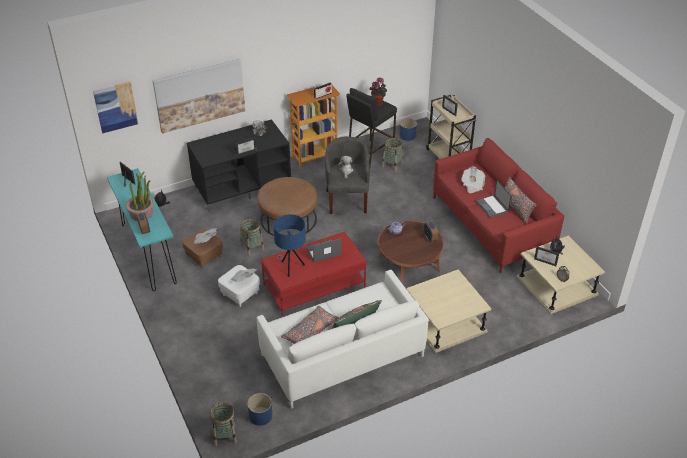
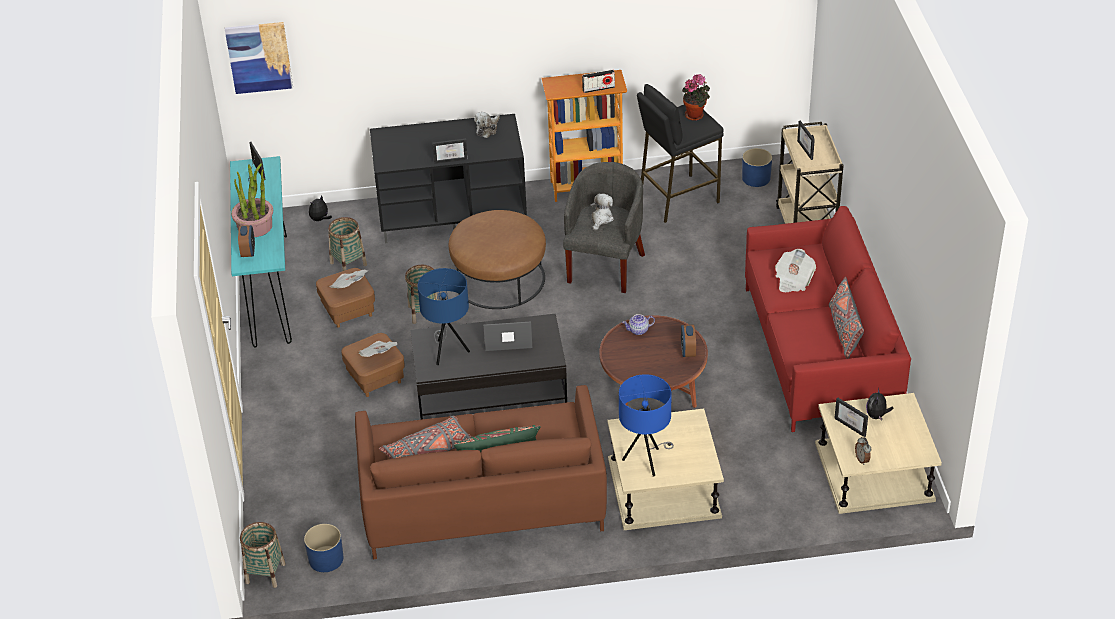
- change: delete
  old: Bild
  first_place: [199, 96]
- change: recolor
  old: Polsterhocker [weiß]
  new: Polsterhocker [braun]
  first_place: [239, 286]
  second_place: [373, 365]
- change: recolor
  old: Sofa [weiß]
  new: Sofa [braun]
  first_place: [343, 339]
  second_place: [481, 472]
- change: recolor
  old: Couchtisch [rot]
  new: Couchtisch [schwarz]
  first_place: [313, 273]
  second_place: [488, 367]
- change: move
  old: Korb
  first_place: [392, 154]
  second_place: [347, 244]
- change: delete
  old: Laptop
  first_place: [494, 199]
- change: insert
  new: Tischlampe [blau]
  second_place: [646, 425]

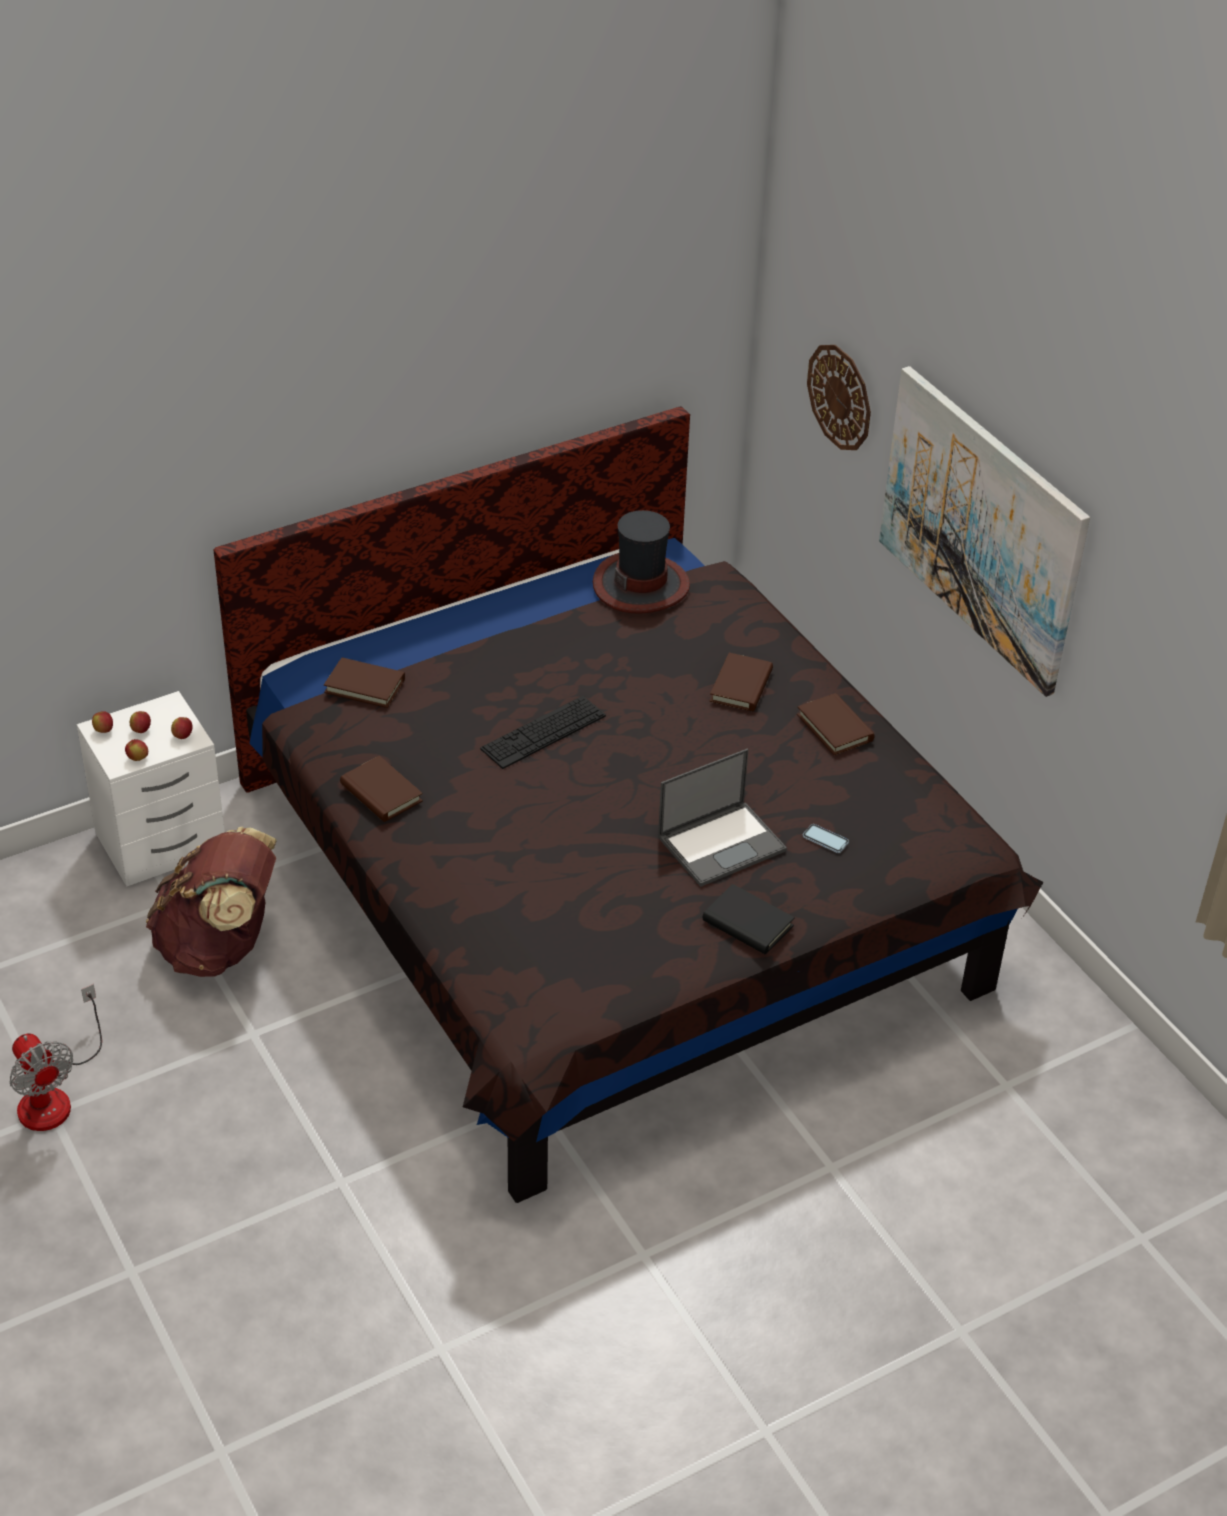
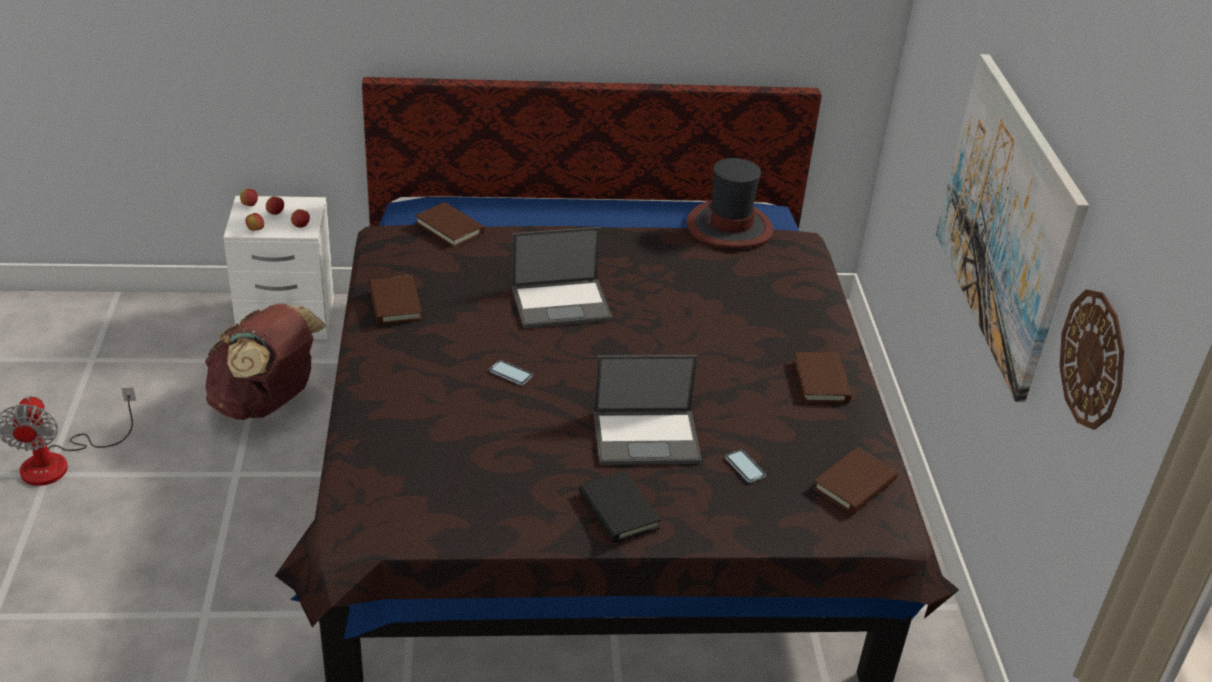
- change: replace
  old: Tastatur
  new: Laptop
  first_place: [543, 732]
  second_place: [562, 278]
- change: move
  old: Buch [braun]
  first_place: [741, 682]
  second_place: [855, 480]
- change: move
  old: Wanduhr
  first_place: [839, 397]
  second_place: [1092, 359]
- change: insert
  new: Handy
  second_place: [510, 372]

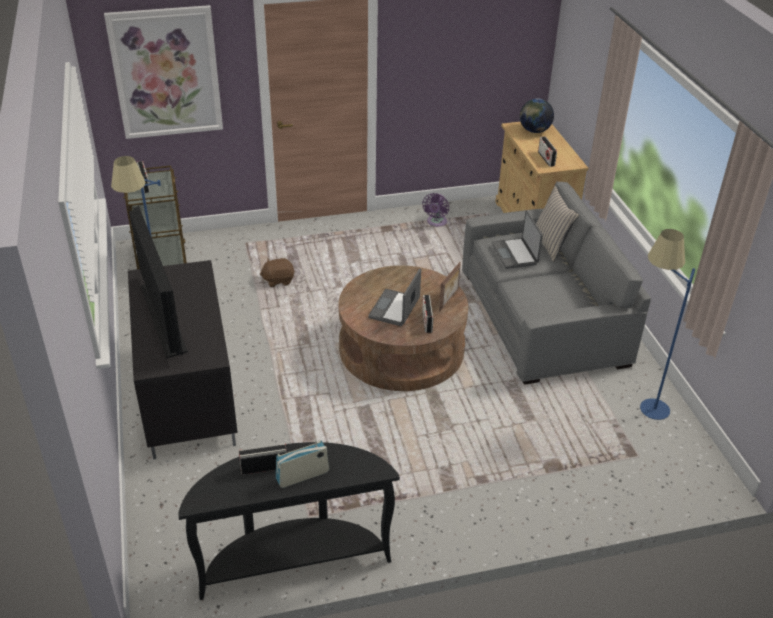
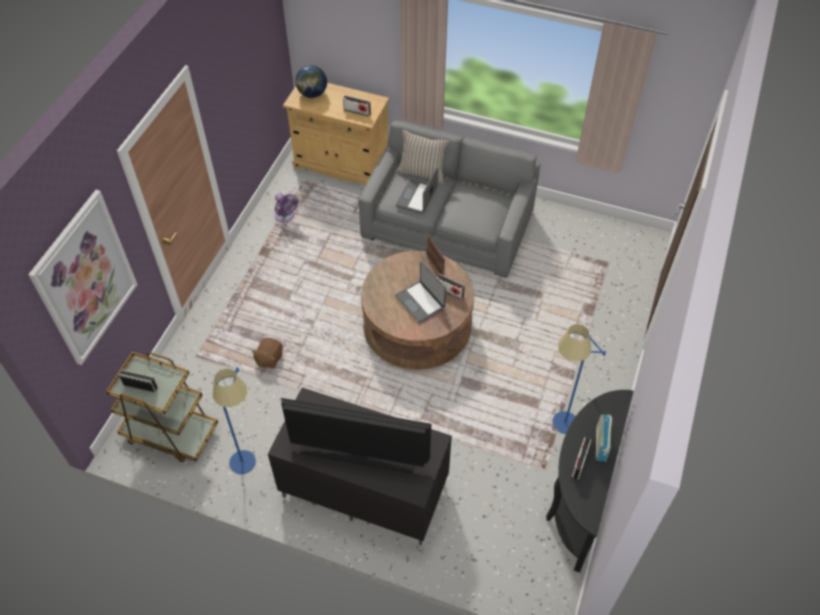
- change: rotate
  old: Laptop
  first_place: [517, 240]
  second_place: [417, 190]
  degrees: 90
- change: move
  old: Stehlampe [blau]
  first_place: [667, 324]
  second_place: [579, 379]

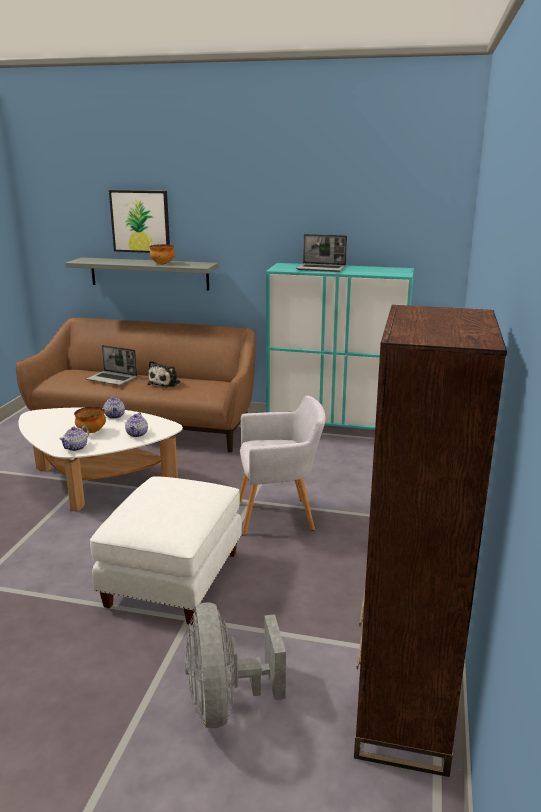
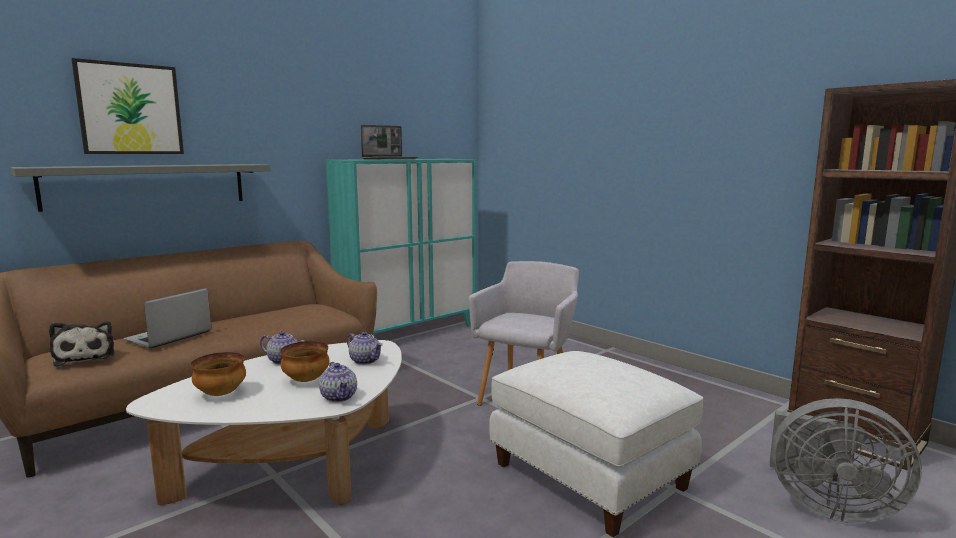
- change: rotate
  old: Laptop
  first_place: [111, 365]
  second_place: [167, 318]
  degrees: 150
- change: move
  old: Plüschtier
  first_place: [164, 374]
  second_place: [82, 344]
- change: move
  old: Schüssel
  first_place: [162, 254]
  second_place: [218, 374]

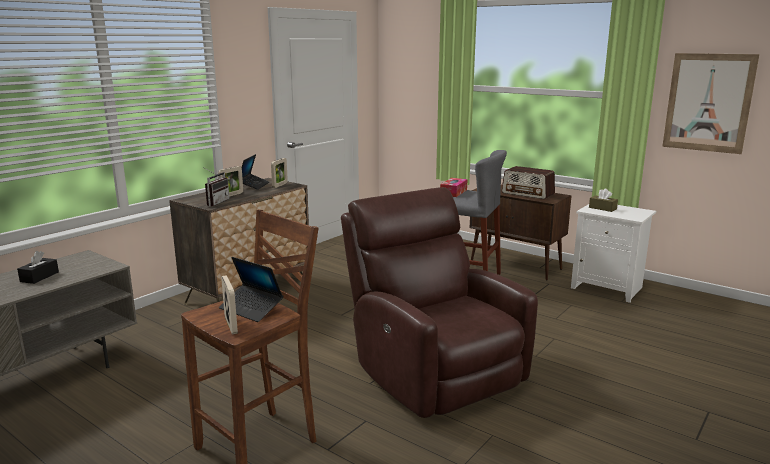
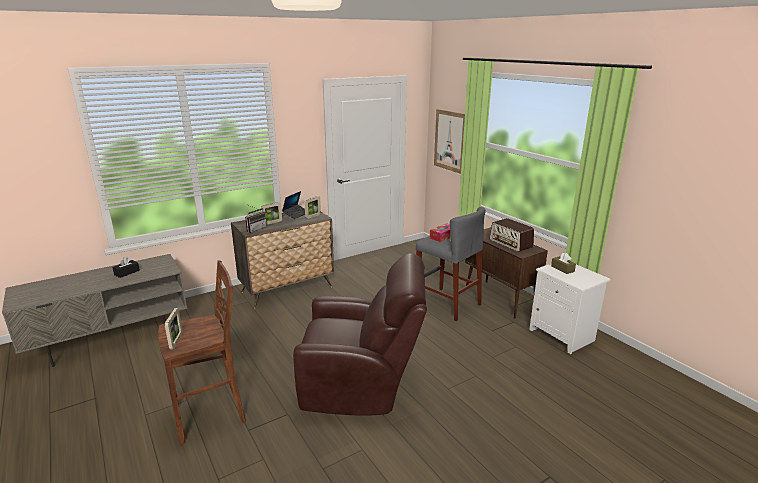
- change: delete
  old: Laptop
  first_place: [251, 289]
- change: rotate
  old: Sessel [braun]
  first_place: [439, 302]
  second_place: [360, 334]
  degrees: 105
- change: move
  old: Bild
  first_place: [710, 103]
  second_place: [449, 141]

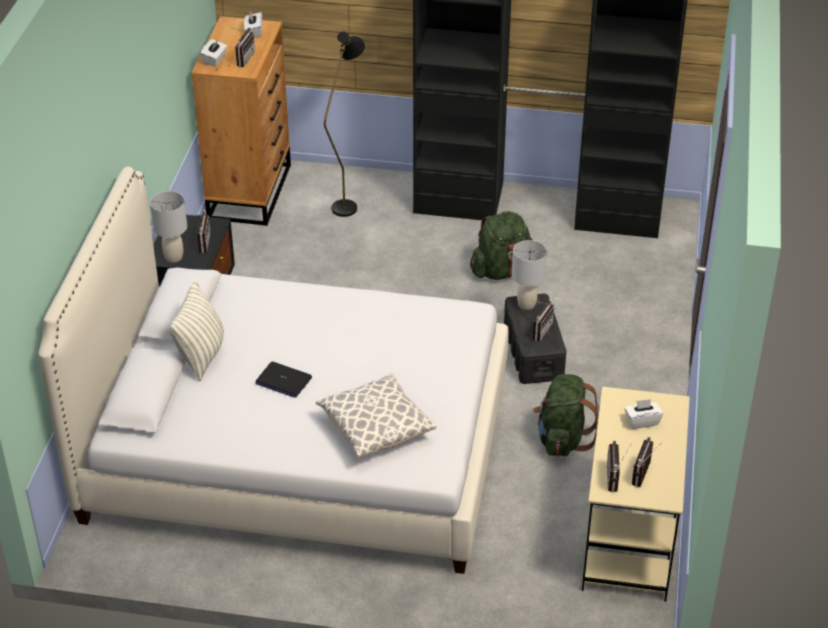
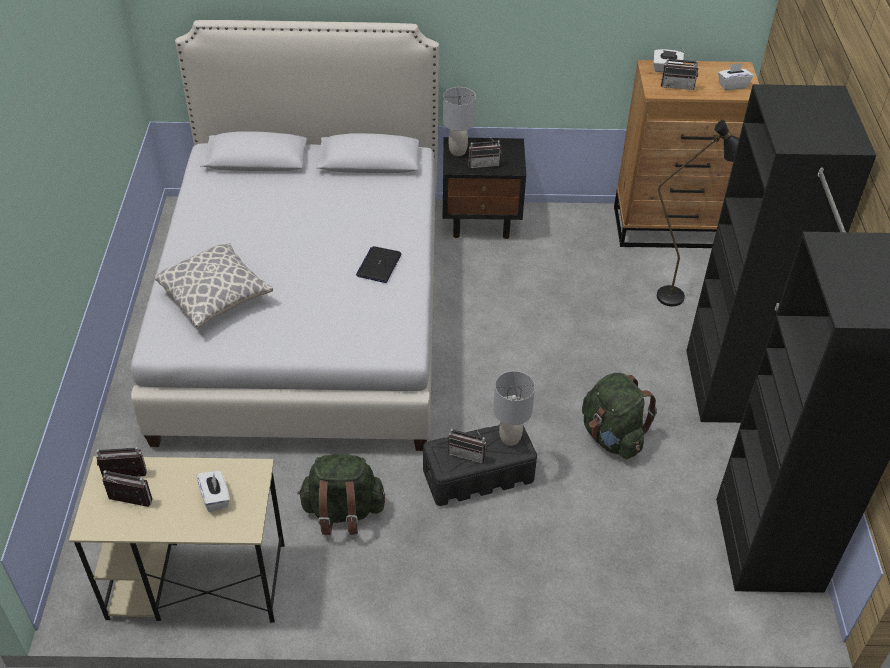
- change: delete
  old: Kissen
  first_place: [197, 331]
- change: move
  old: Laptop
  first_place: [284, 380]
  second_place: [379, 264]

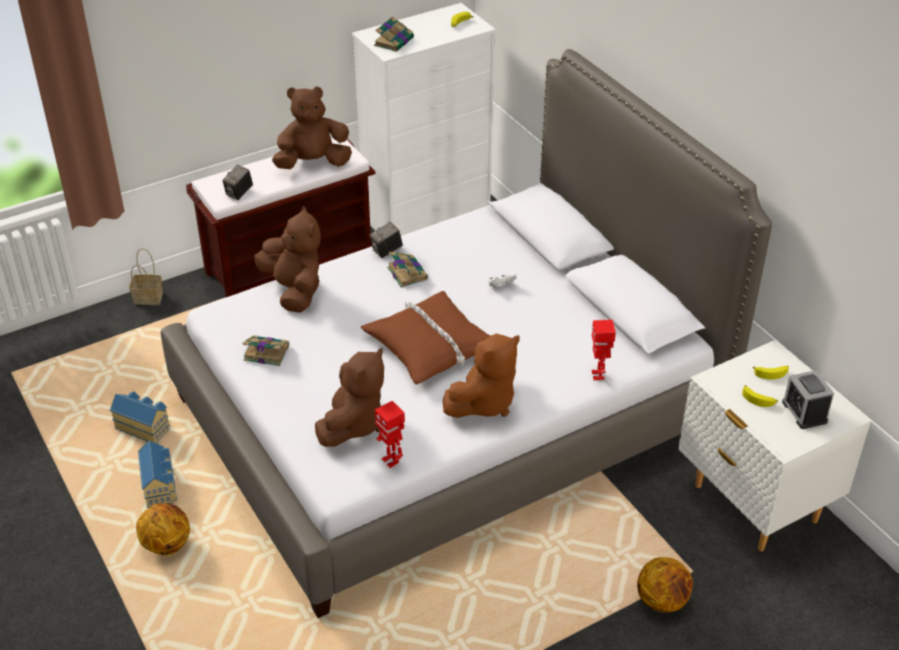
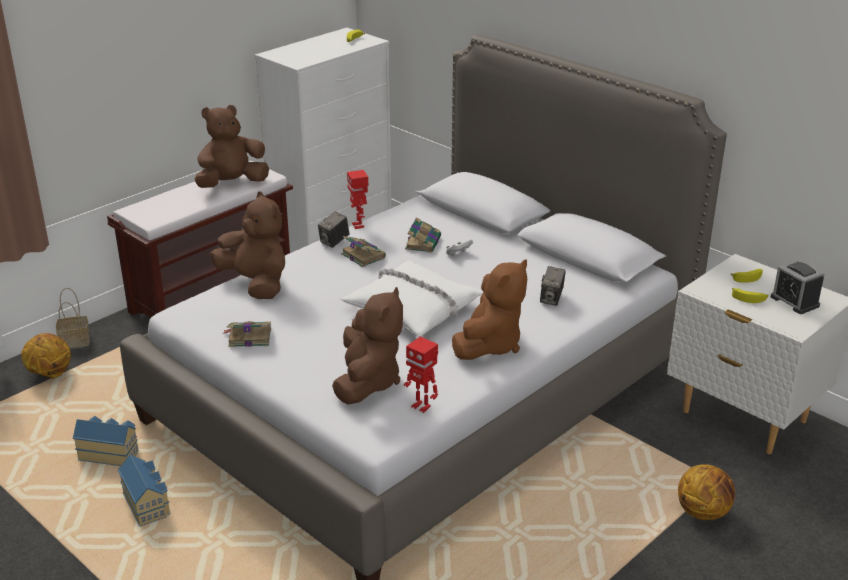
- change: move
  old: Basketball
  first_place: [163, 530]
  second_place: [46, 356]
- change: move
  old: Kamera
  first_place: [237, 182]
  second_place: [553, 286]
- change: recolor
  old: Kissen [braun]
  new: Kissen [weiß]
  first_place: [425, 338]
  second_place: [412, 298]
- change: move
  old: Buch
  first_place: [394, 34]
  second_place: [423, 235]
- change: move
  old: Spielzeugroboter
  first_place: [604, 350]
  second_place: [357, 199]

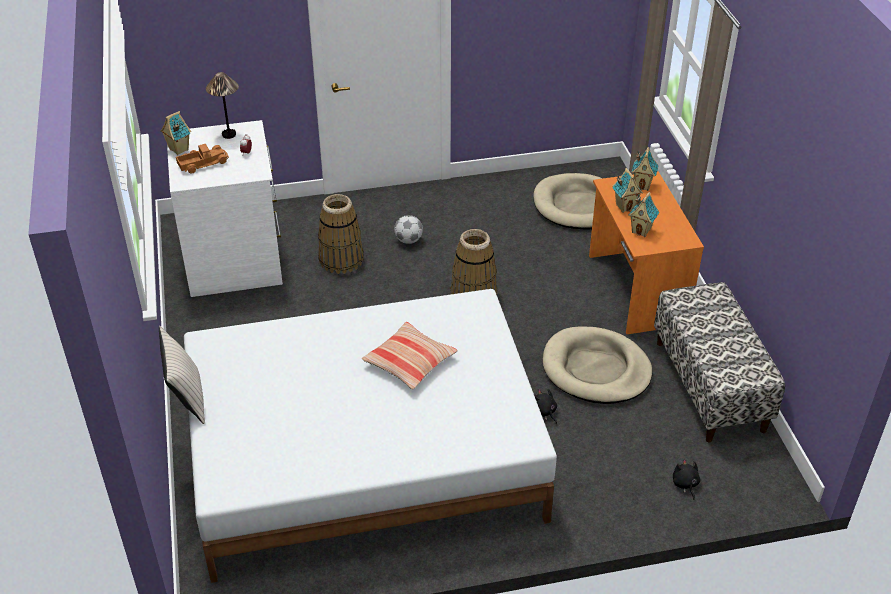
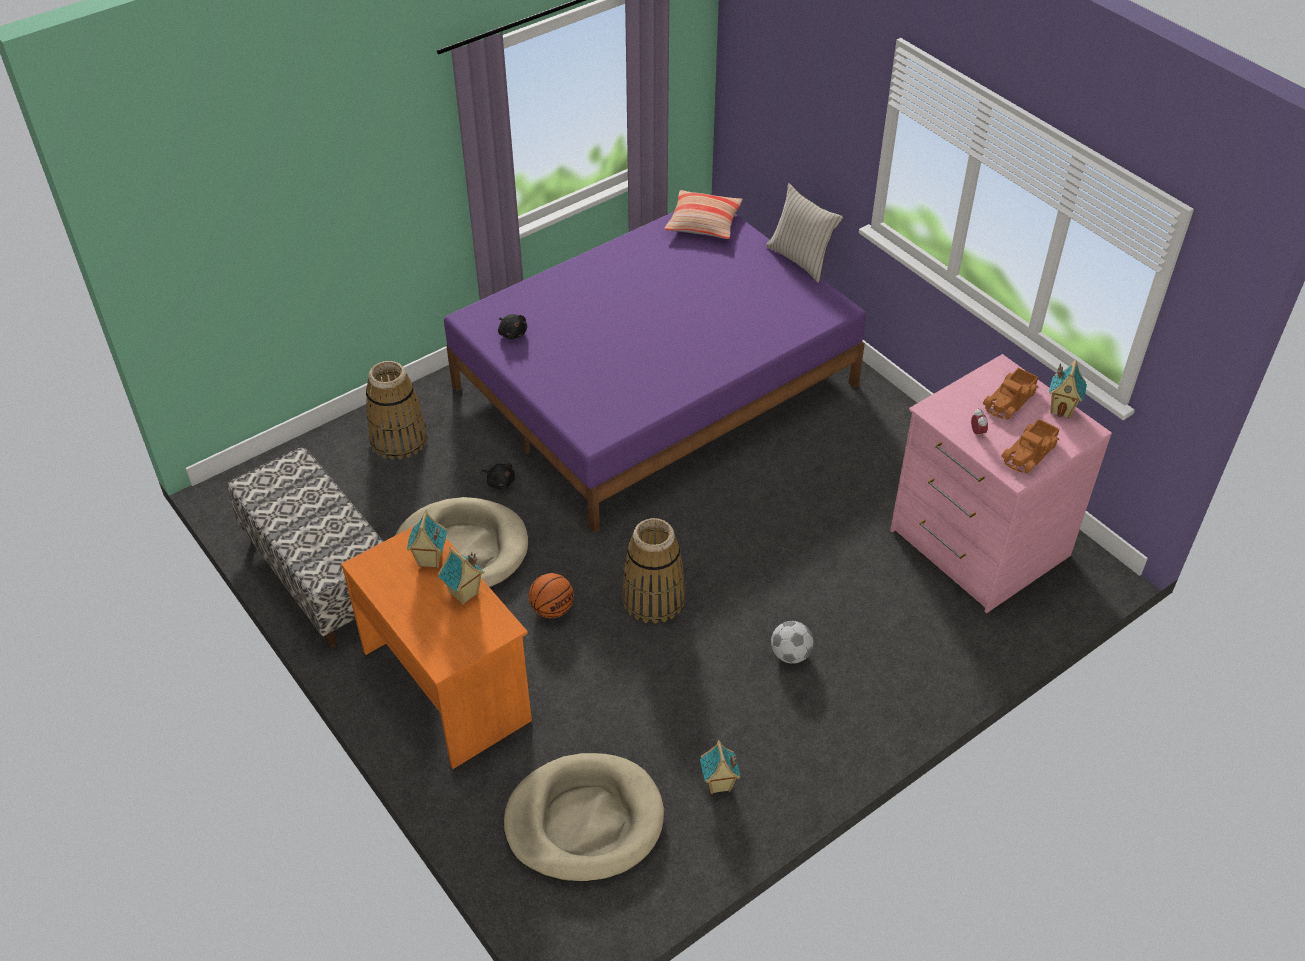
- change: recolor
  old: Kommode [weiß]
  new: Kommode [rosa]
  first_place: [225, 208]
  second_place: [1001, 483]
- change: recolor
  old: Bett [weiß]
  new: Bett [lila]
  first_place: [370, 436]
  second_place: [655, 372]
- change: replace
  old: Tischlampe
  new: Spielzeuglaster
  first_place: [222, 105]
  second_place: [1030, 446]
- change: move
  old: Korb
  first_place: [341, 234]
  second_place: [396, 410]
- change: move
  old: Kissen
  first_place: [409, 356]
  second_place: [703, 214]
- change: move
  old: Spielzeughaus
  first_place: [645, 169]
  second_place: [720, 767]
- change: move
  old: Plüschtier [schwarz]
  first_place: [686, 479]
  second_place: [512, 326]
- change: insert
  new: Basketball
  second_place: [551, 595]

